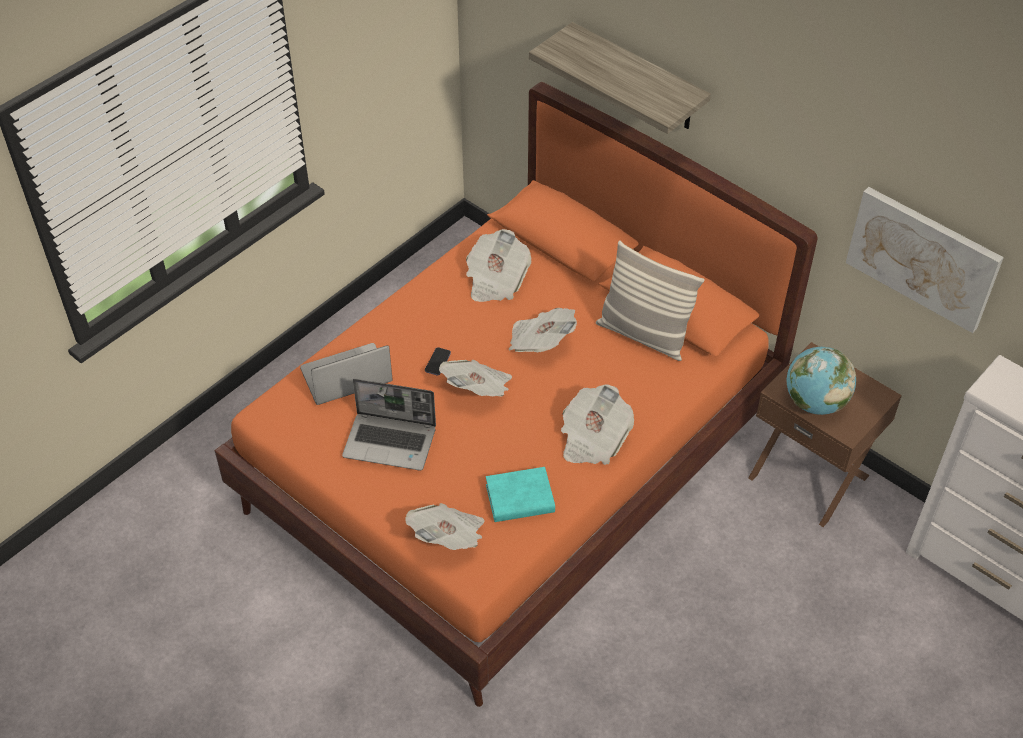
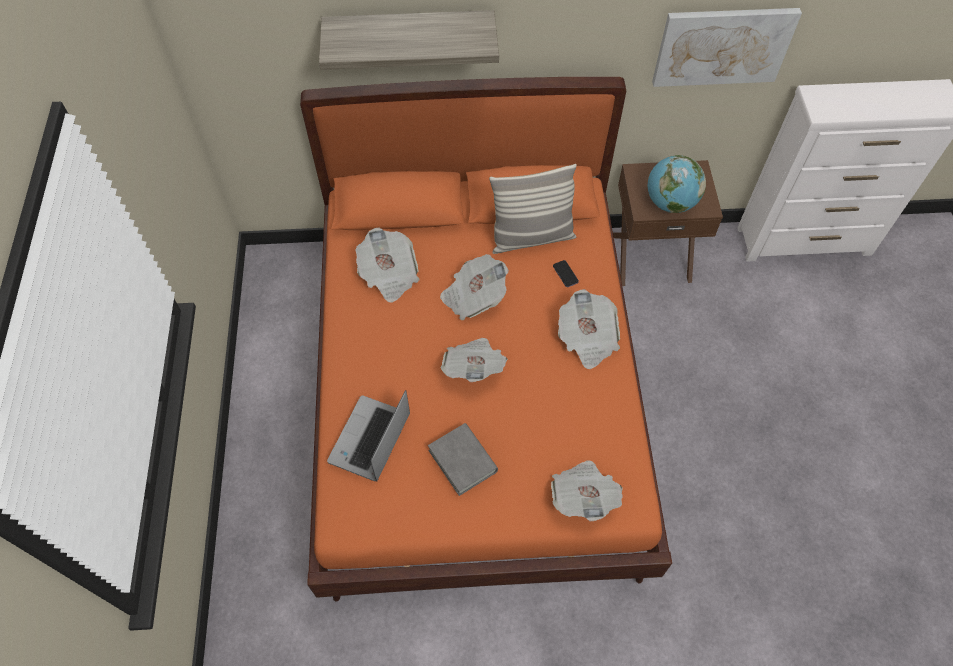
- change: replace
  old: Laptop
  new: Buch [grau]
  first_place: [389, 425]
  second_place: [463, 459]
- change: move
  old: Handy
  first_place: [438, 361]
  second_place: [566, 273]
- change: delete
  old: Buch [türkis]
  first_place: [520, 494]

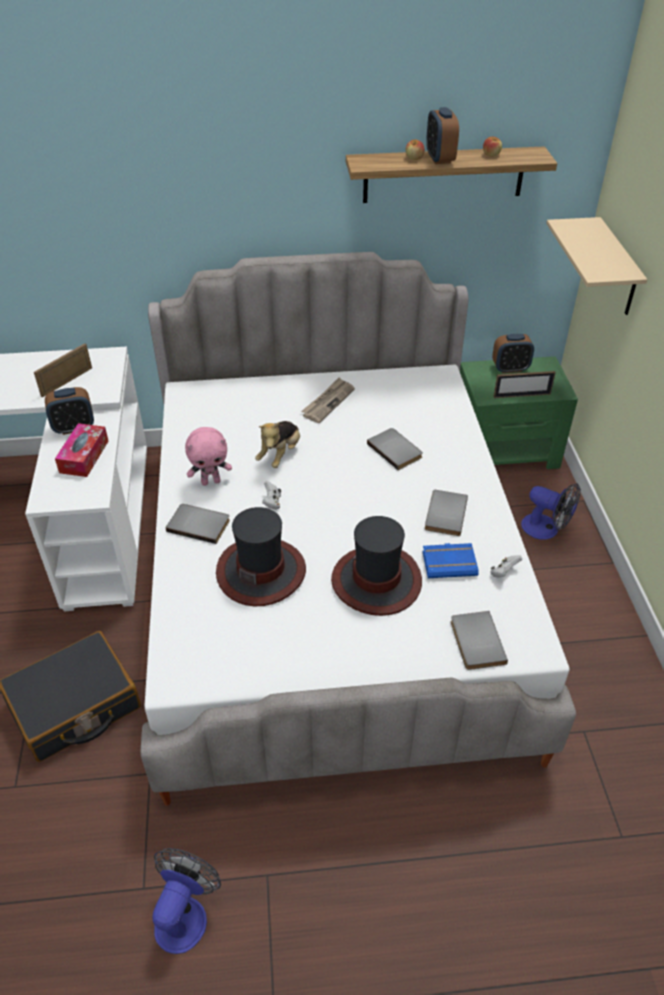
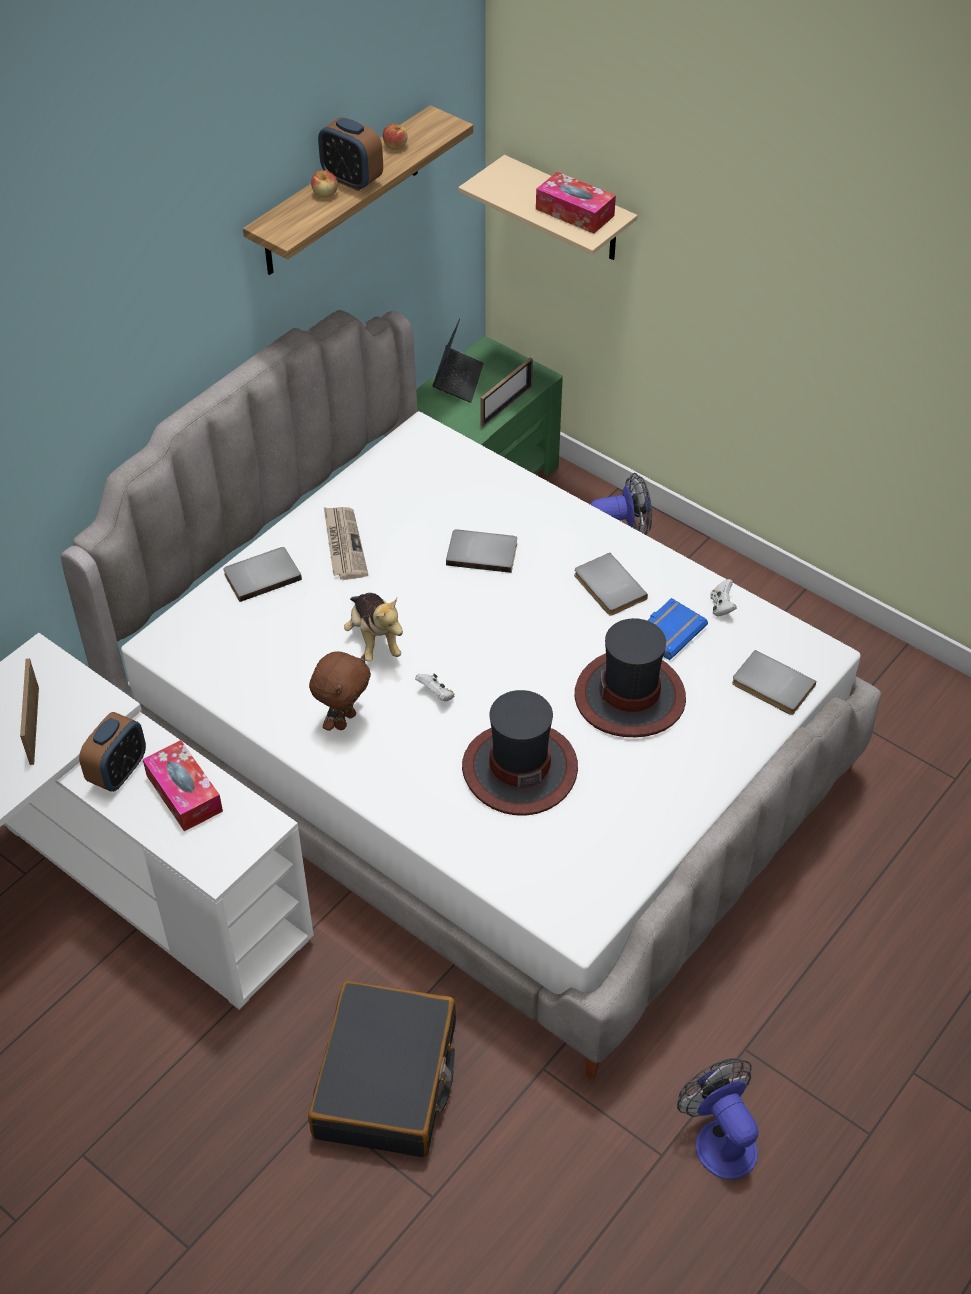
- change: move
  old: Buch [grau]
  first_place: [198, 524]
  second_place: [263, 574]
- change: recolor
  old: Plüschtier [rosa]
  new: Plüschtier [braun]
  first_place: [208, 456]
  second_place: [340, 691]
- change: replace
  old: Wecker
  new: Laptop
  first_place: [513, 353]
  second_place: [458, 361]
- change: insert
  new: Taschentuchbox
  second_place: [576, 203]

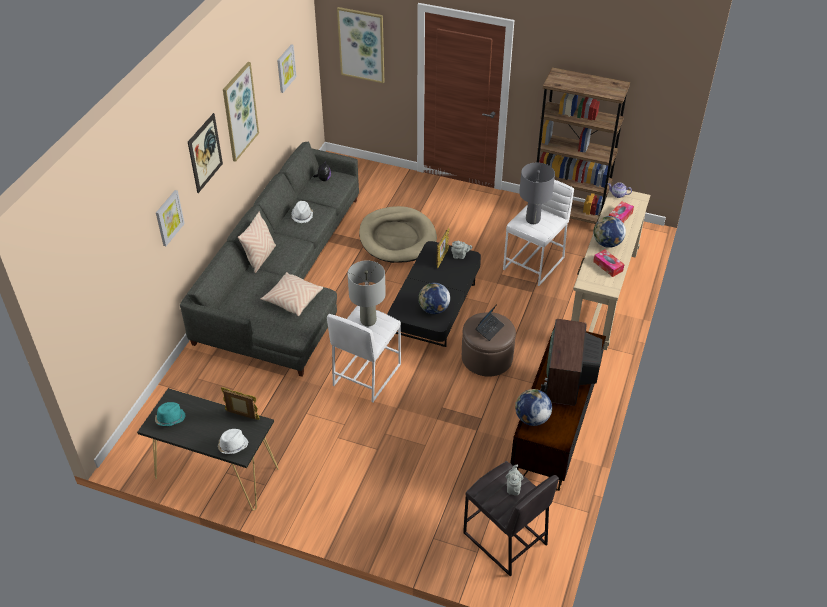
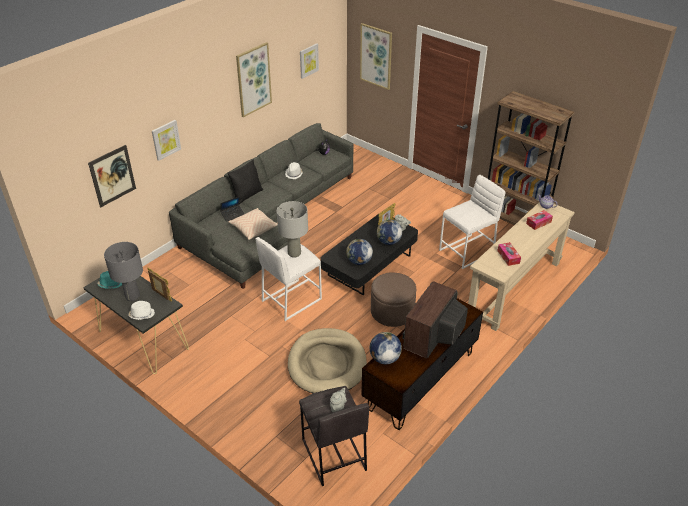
- change: move
  old: Bild
  first_place: [205, 153]
  second_place: [112, 176]
- change: recolor
  old: Kissen [beige]
  new: Kissen [schwarz]
  first_place: [257, 242]
  second_place: [245, 181]
- change: move
  old: Hundebett [beige]
  first_place: [398, 234]
  second_place: [327, 360]
- change: move
  old: Laptop
  first_place: [489, 322]
  second_place: [232, 209]
- change: move
  old: Tischlampe [grau]
  first_place: [537, 193]
  second_place: [123, 271]
- change: move
  old: Globus
  first_place: [609, 232]
  second_place: [389, 232]

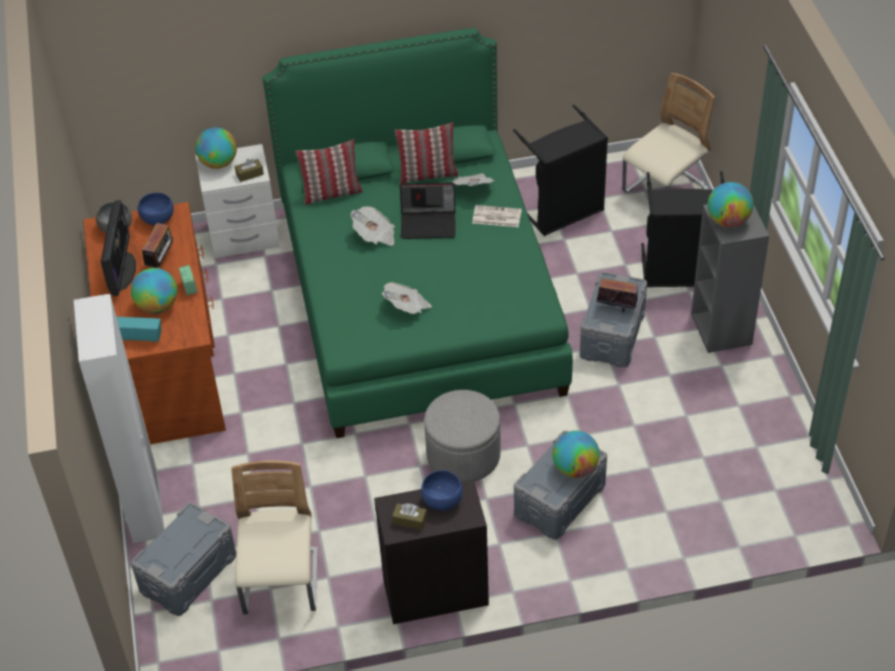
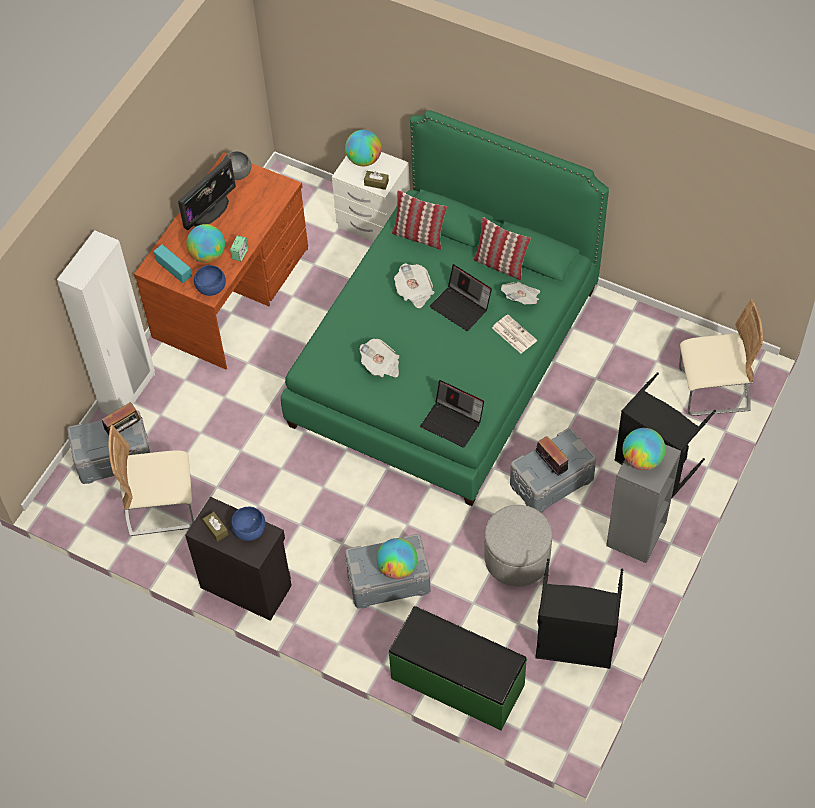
- change: move
  old: Schüssel [blau]
  first_place: [156, 209]
  second_place: [210, 280]
- change: move
  old: Radio
  first_place: [157, 245]
  second_place: [122, 418]
- change: rotate
  old: Stuhl [beige]
  first_place: [274, 537]
  second_place: [151, 480]
  degrees: -135
- change: move
  old: Polsterhocker [grau]
  first_place: [462, 436]
  second_place: [518, 546]
- change: move
  old: Wäschekorb [schwarz]
  first_place: [560, 170]
  second_place: [579, 614]
- change: insert
  new: Bank [grün]
  second_place: [458, 668]
- change: insert
  new: Laptop
  second_place: [452, 414]

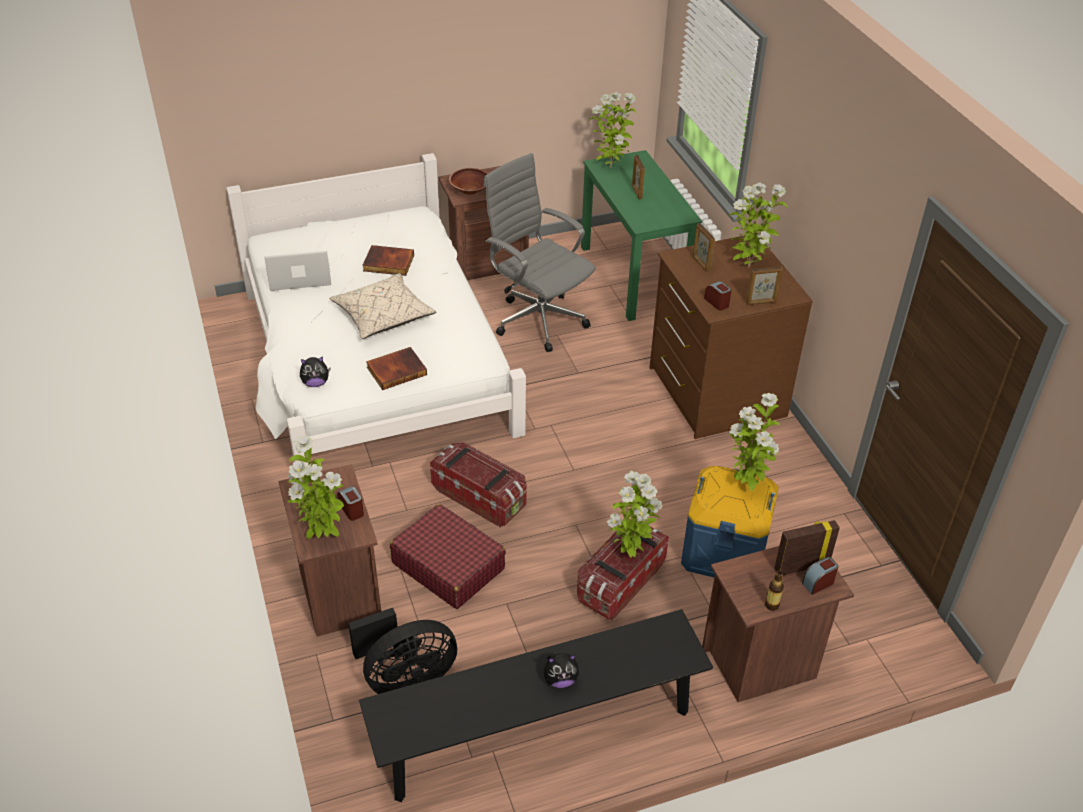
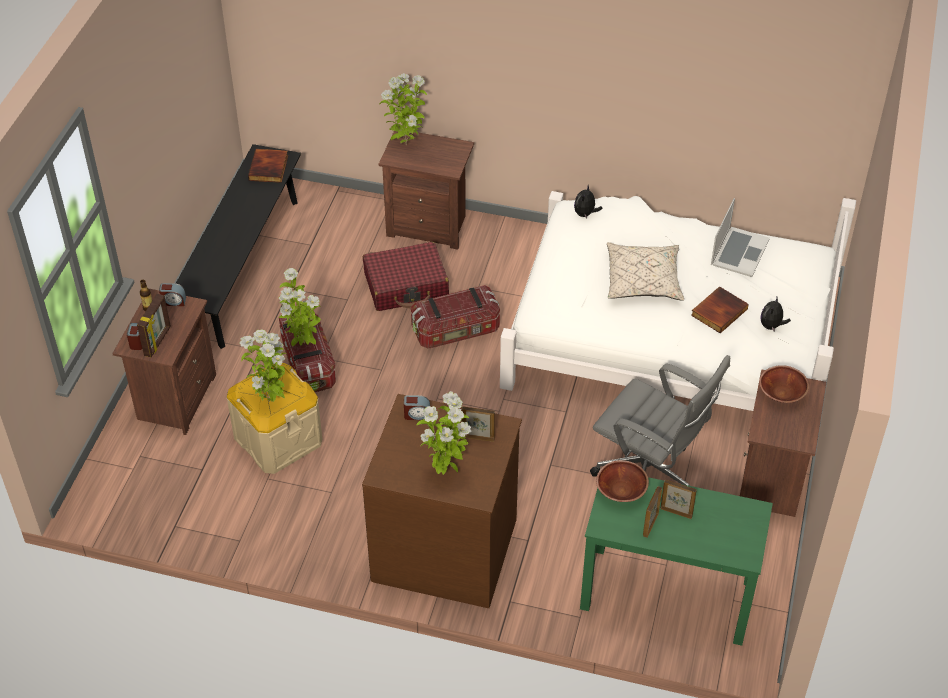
- change: move
  old: Wecker
  first_place: [351, 503]
  second_place: [172, 294]
- change: delete
  old: Ventilator [schwarz]
  first_place: [402, 651]
- change: move
  old: Buch
  first_place: [396, 368]
  second_place: [268, 166]
- change: rotate
  old: Bürostuhl [grau]
  first_place: [539, 252]
  second_place: [660, 420]
  degrees: 45
- change: move
  old: Plüschtier
  first_place: [561, 670]
  second_place: [776, 315]
- change: delete
  old: Topfpflanze
  first_place: [613, 130]
- change: recolor
  old: Aufbewahrungsbox [blau]
  new: Aufbewahrungsbox [beige]
  first_place: [730, 521]
  second_place: [274, 418]
- change: move
  old: Bilderrahmen
  first_place: [764, 286]
  second_place: [652, 512]
- change: insert
  new: Schüssel [braun]
  second_place: [622, 481]

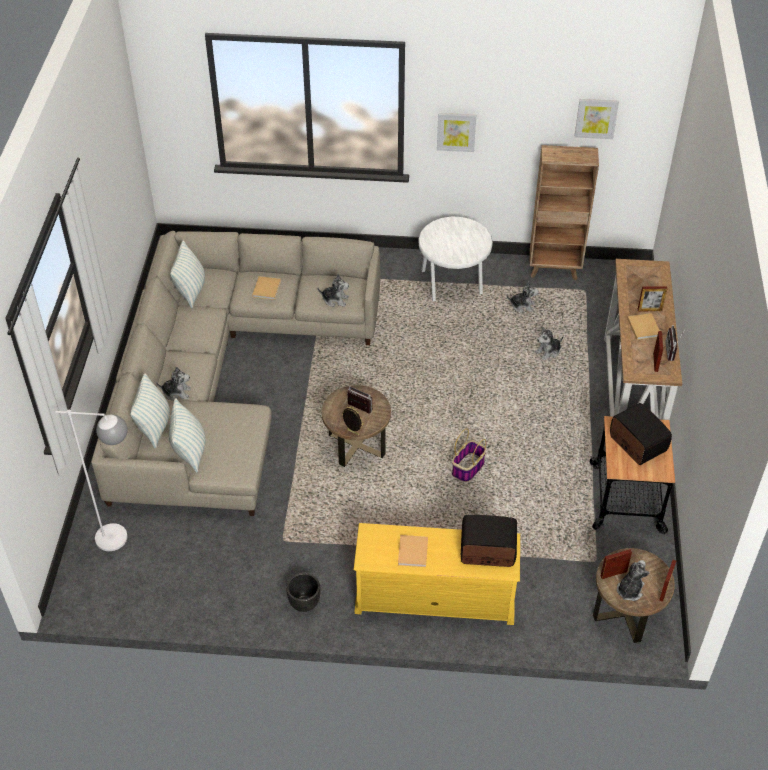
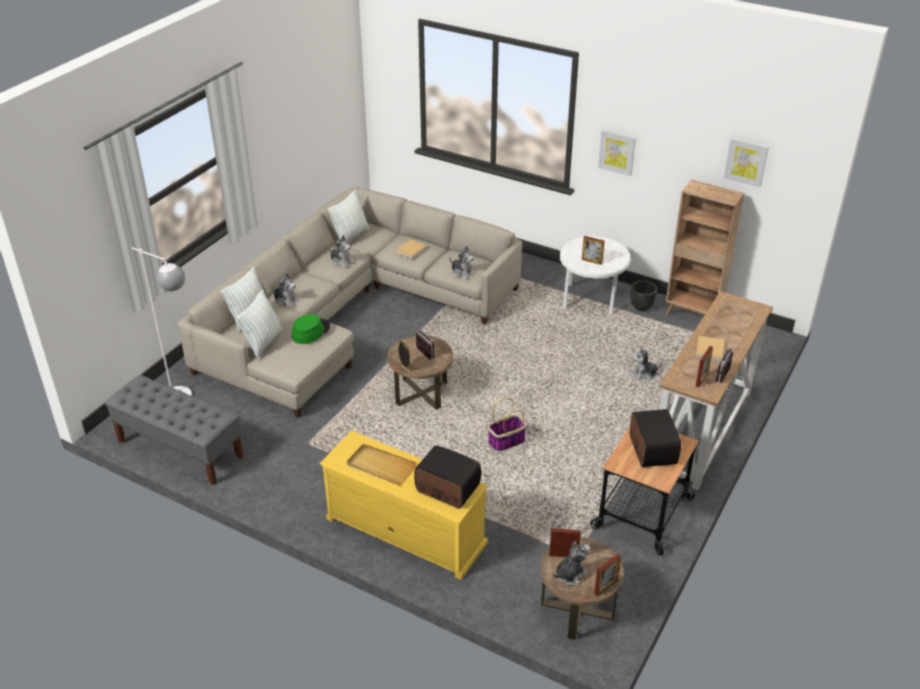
- change: move
  old: Pflanzkübel [schwarz]
  first_place: [303, 592]
  second_place: [643, 296]
- change: replace
  old: Buch [beige]
  new: Tablett [beige]
  first_place: [413, 551]
  second_place: [382, 464]
- change: move
  old: Plüschtier
  first_place: [523, 296]
  second_place: [341, 251]
- change: move
  old: Bilderrahmen
  first_place: [652, 298]
  second_place: [593, 250]
- change: insert
  new: Bank [grau]
  second_place: [174, 430]
- change: insert
  new: Hut [grün]
  second_place: [311, 329]

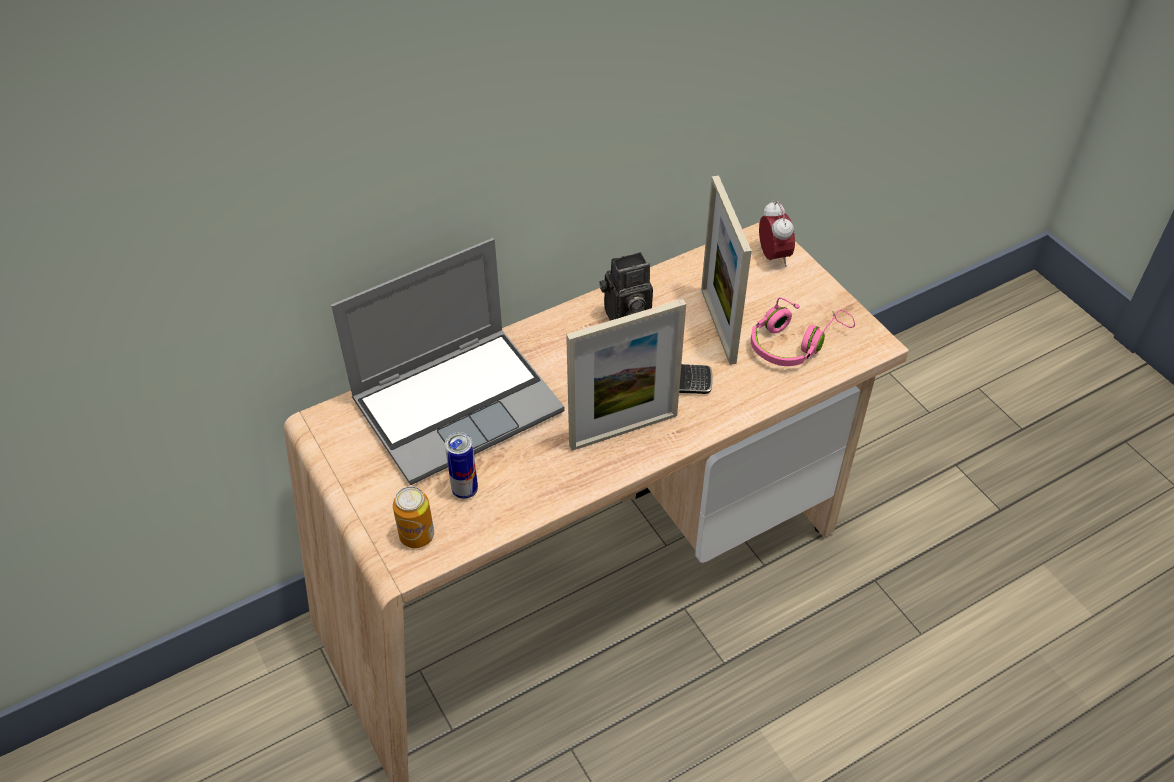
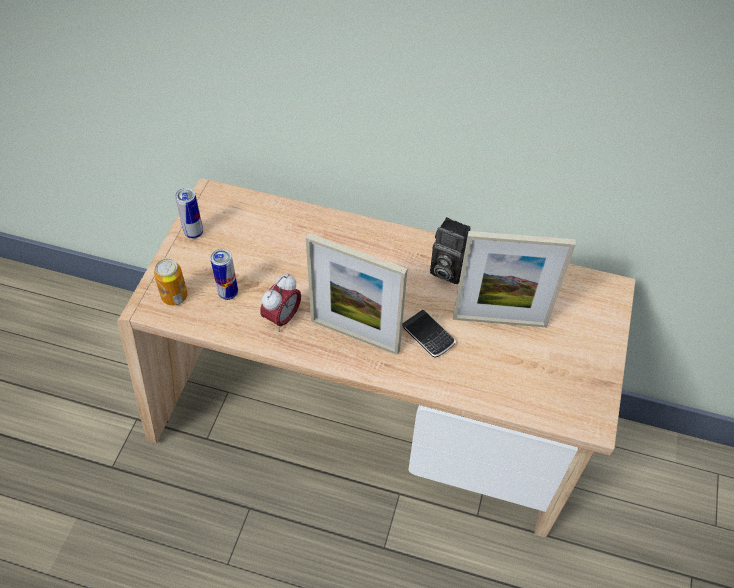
- change: delete
  old: Laptop
  first_place: [447, 361]
- change: rotate
  old: Bilderrahmen
  first_place: [726, 270]
  second_place: [514, 279]
  degrees: -120
- change: delete
  old: Kopfhörer [rosa]
  first_place: [803, 331]
- change: move
  old: Wecker
  first_place: [777, 233]
  second_place: [280, 303]
- change: insert
  new: Dose
  second_place: [189, 213]

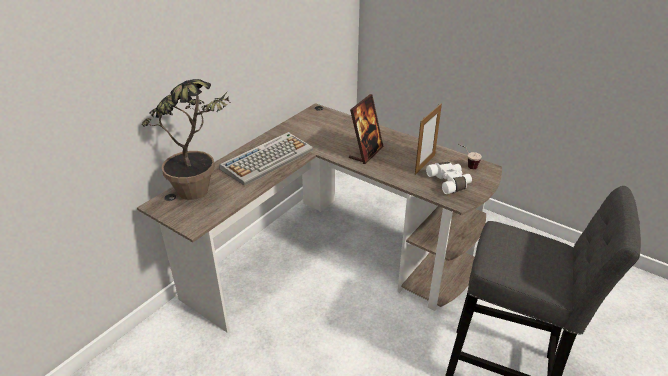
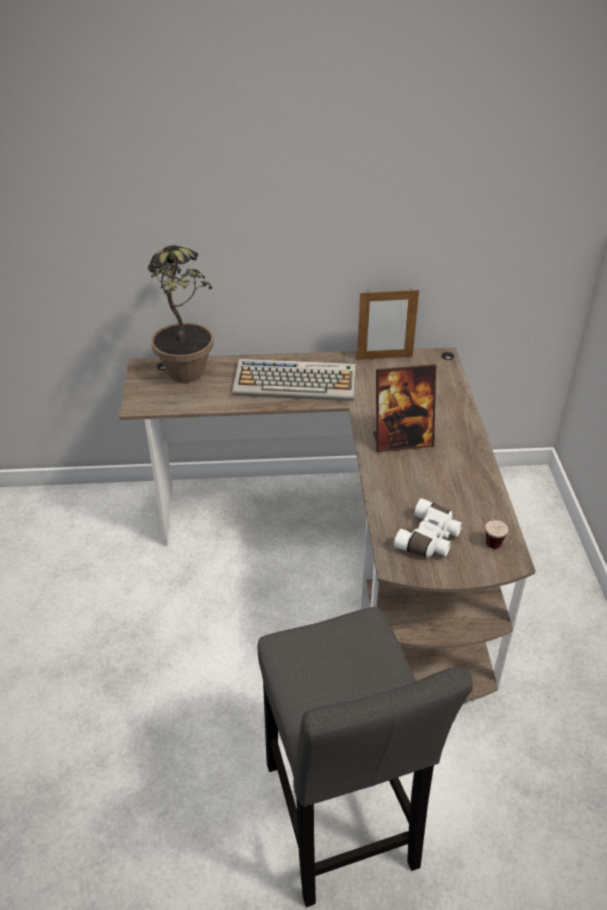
- change: move
  old: Bilderrahmen
  first_place: [428, 139]
  second_place: [388, 325]

